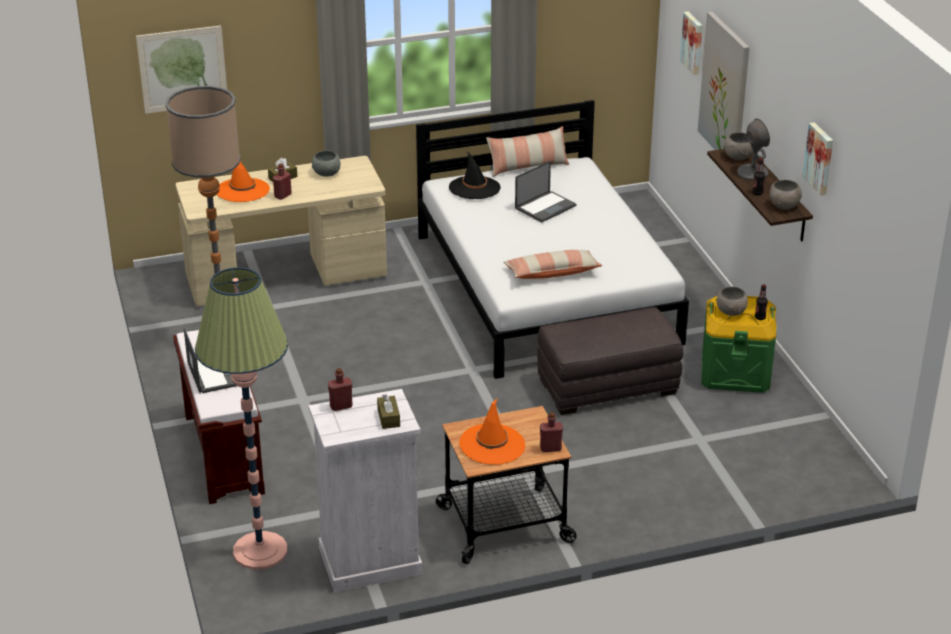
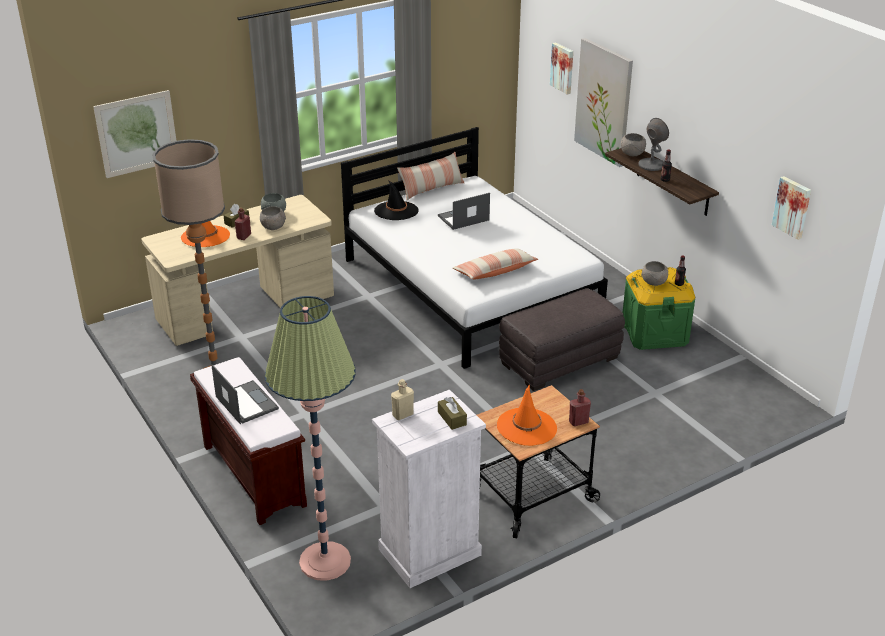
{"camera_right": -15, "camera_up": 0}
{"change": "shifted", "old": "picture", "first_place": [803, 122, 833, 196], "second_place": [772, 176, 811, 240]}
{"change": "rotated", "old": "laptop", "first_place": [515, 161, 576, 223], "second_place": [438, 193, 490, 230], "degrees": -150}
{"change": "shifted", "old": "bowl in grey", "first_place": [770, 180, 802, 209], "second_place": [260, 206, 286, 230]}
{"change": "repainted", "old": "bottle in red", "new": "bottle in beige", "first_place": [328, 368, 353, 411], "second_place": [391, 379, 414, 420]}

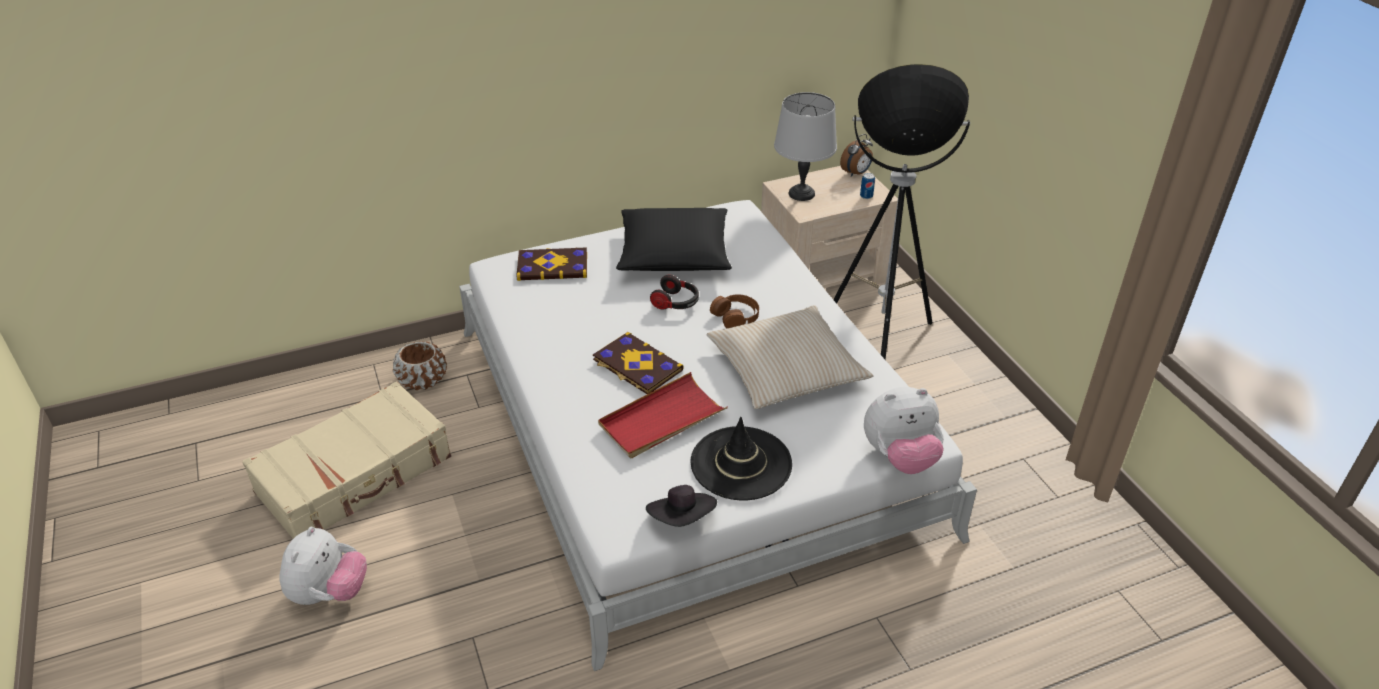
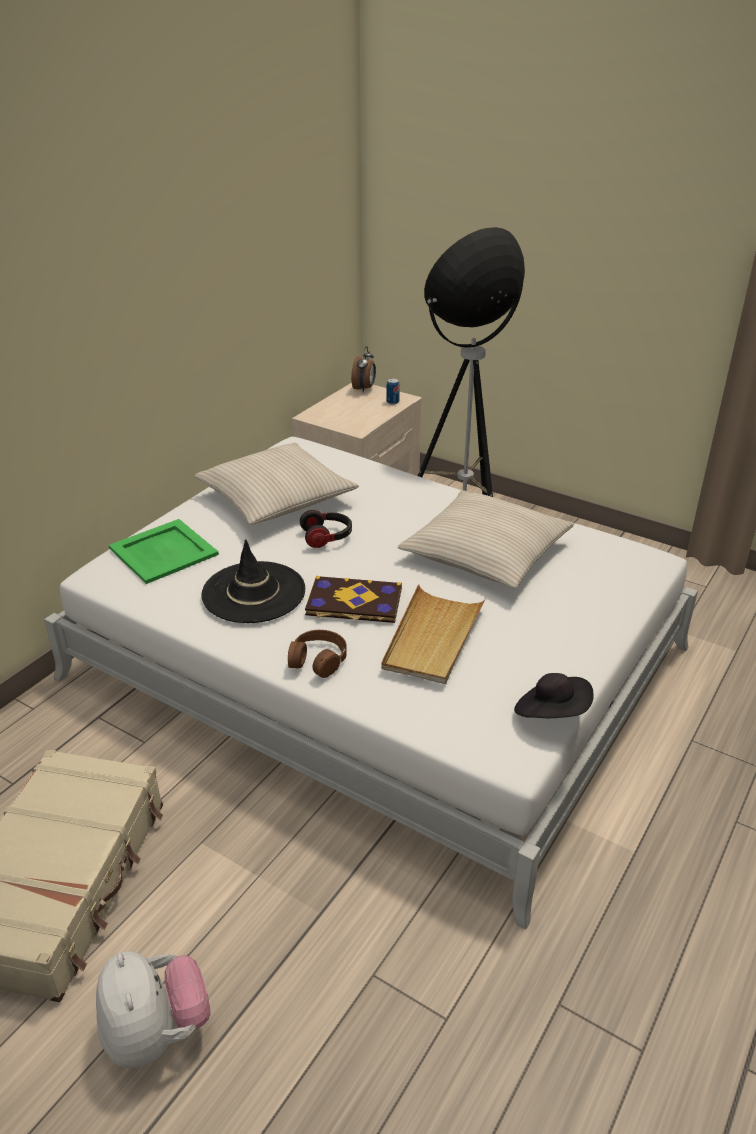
{"camera_right": -35, "camera_up": -5}
{"change": "gone", "old": "table lamp in grey", "first_place": [774, 92, 837, 201]}
{"change": "repainted", "old": "pillow in black", "new": "pillow in beige", "first_place": [616, 208, 732, 271], "second_place": [194, 443, 359, 525]}
{"change": "swapped", "old": "book", "new": "tray in green", "first_place": [516, 247, 587, 281], "second_place": [109, 519, 219, 584]}
{"change": "shifted", "old": "headphones in brown", "first_place": [710, 294, 759, 328], "second_place": [288, 630, 347, 678]}
{"change": "gone", "old": "planter in brown", "first_place": [393, 341, 447, 390]}
{"change": "repainted", "old": "tray in red", "new": "tray in beige", "first_place": [598, 372, 728, 458], "second_place": [381, 584, 486, 684]}
{"change": "gone", "old": "plush toy", "first_place": [864, 387, 944, 474]}
{"change": "shifted", "old": "hat in black", "first_place": [690, 417, 792, 500], "second_place": [201, 539, 305, 623]}

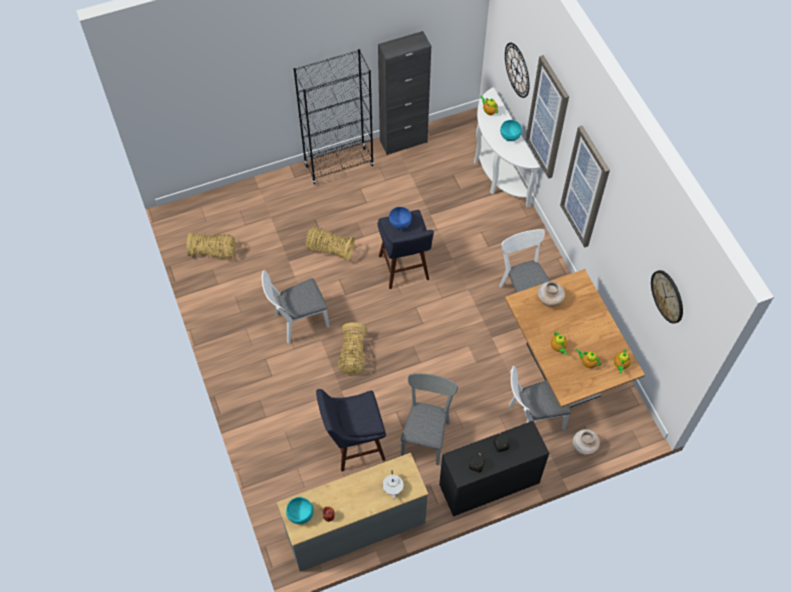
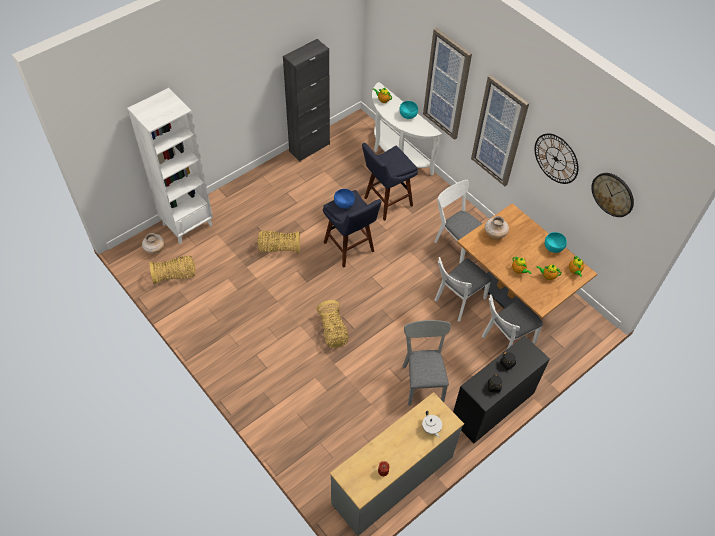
{"camera_right": -20, "camera_up": -5}
{"change": "shifted", "old": "wall clock", "first_place": [505, 42, 530, 98], "second_place": [535, 134, 579, 184]}
{"change": "gone", "old": "bookcase in black", "first_place": [293, 49, 374, 184]}
{"change": "shifted", "old": "chair in white", "first_place": [262, 270, 330, 344], "second_place": [435, 257, 492, 322]}
{"change": "shifted", "old": "stool in blue", "first_place": [316, 389, 386, 472], "second_place": [362, 143, 418, 221]}
{"change": "shifted", "old": "vase in beige", "first_place": [572, 429, 600, 455], "second_place": [142, 233, 165, 254]}
{"change": "shifted", "old": "bowl in turquoise", "first_place": [286, 496, 314, 524], "second_place": [545, 232, 567, 253]}
{"change": "new", "new": "bookcase in white", "second_place": [127, 88, 213, 244]}

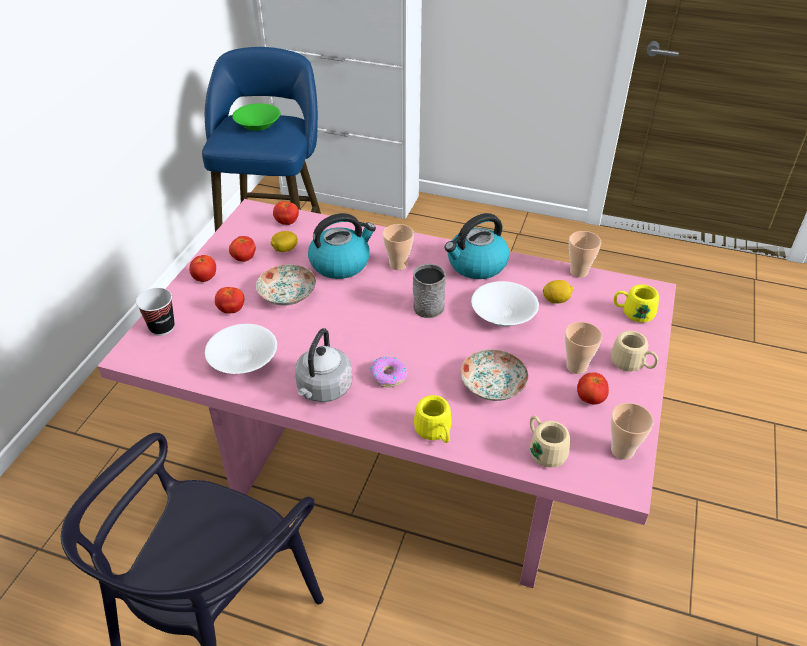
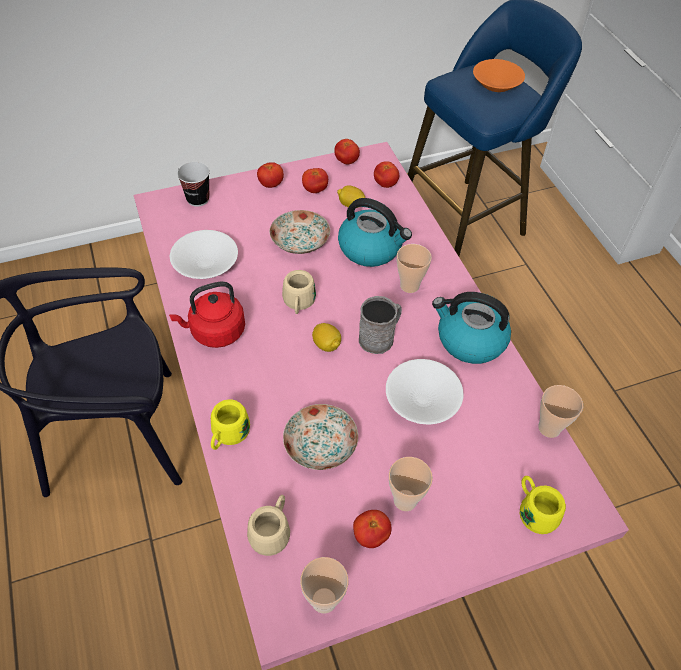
{"camera_right": 50, "camera_up": 10}
{"change": "repainted", "old": "bowl in green", "new": "bowl in orange", "first_place": [232, 103, 281, 131], "second_place": [473, 59, 525, 92]}
{"change": "shifted", "old": "lemon", "first_place": [543, 280, 574, 304], "second_place": [312, 323, 341, 352]}
{"change": "shifted", "old": "tomato", "first_place": [215, 287, 244, 314], "second_place": [334, 139, 360, 164]}
{"change": "repainted", "old": "kettle in grey", "new": "kettle in red", "first_place": [295, 328, 352, 402], "second_place": [169, 281, 245, 348]}
{"change": "shifted", "old": "mug in beige", "first_place": [611, 331, 658, 372], "second_place": [282, 270, 316, 314]}
{"change": "gone", "old": "donut", "first_place": [370, 356, 407, 387]}

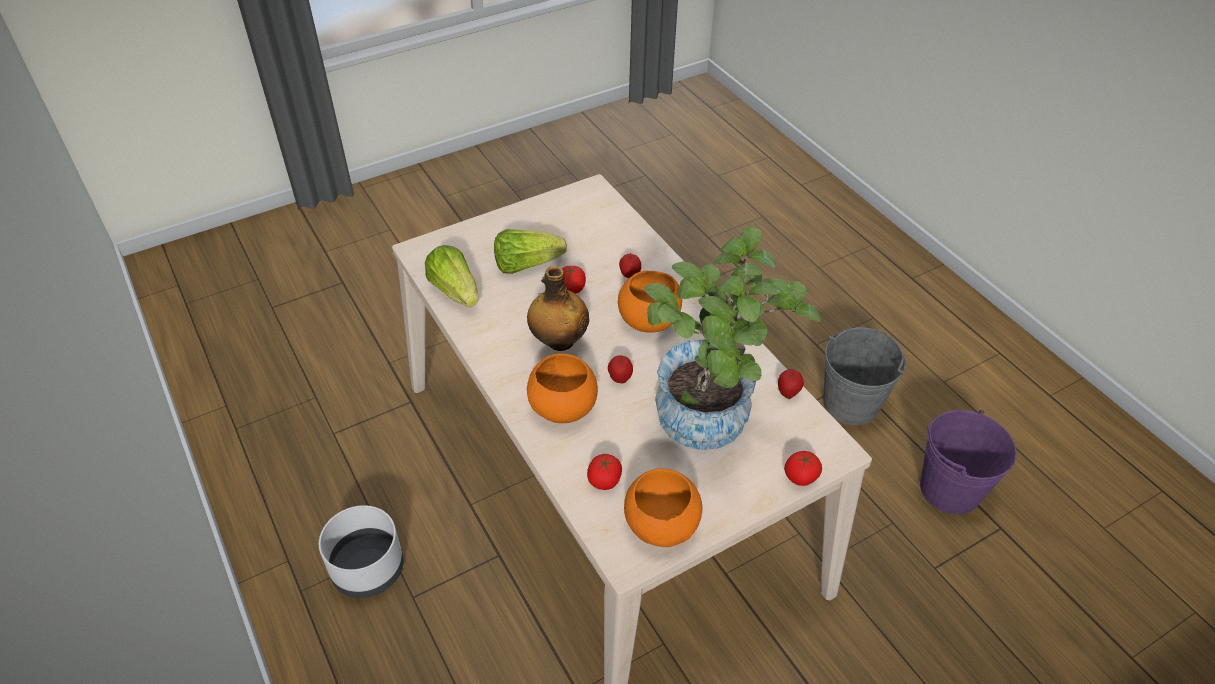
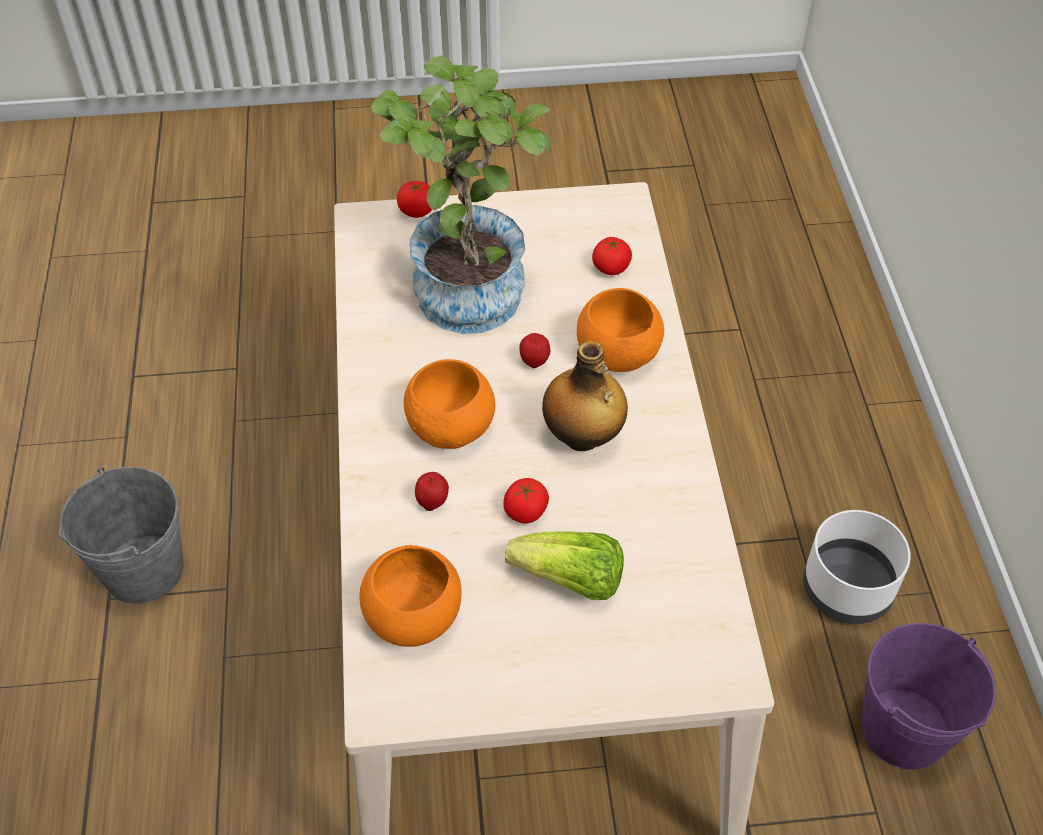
{"camera_right": -155, "camera_up": 5}
{"change": "gone", "old": "lettuce", "first_place": [425, 245, 479, 307]}
{"change": "gone", "old": "apple", "first_place": [778, 369, 804, 399]}
{"change": "shifted", "old": "bucket in purple", "first_place": [920, 410, 1017, 514], "second_place": [861, 623, 996, 769]}
{"change": "shifted", "old": "bowl in orange", "first_place": [624, 468, 702, 547], "second_place": [359, 545, 461, 647]}

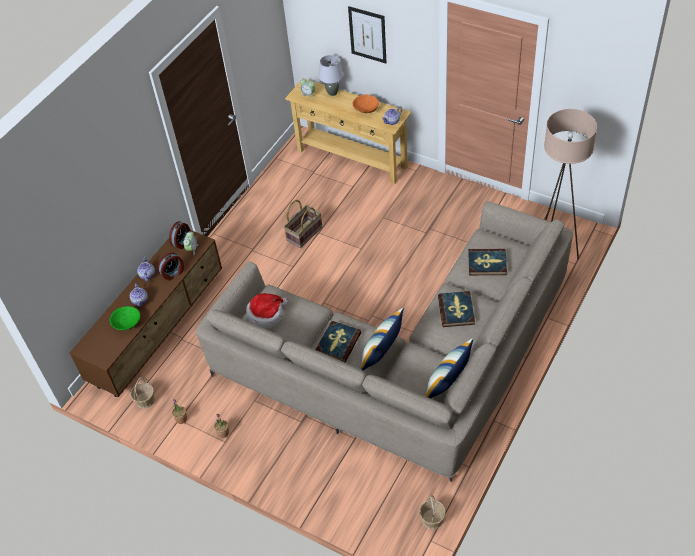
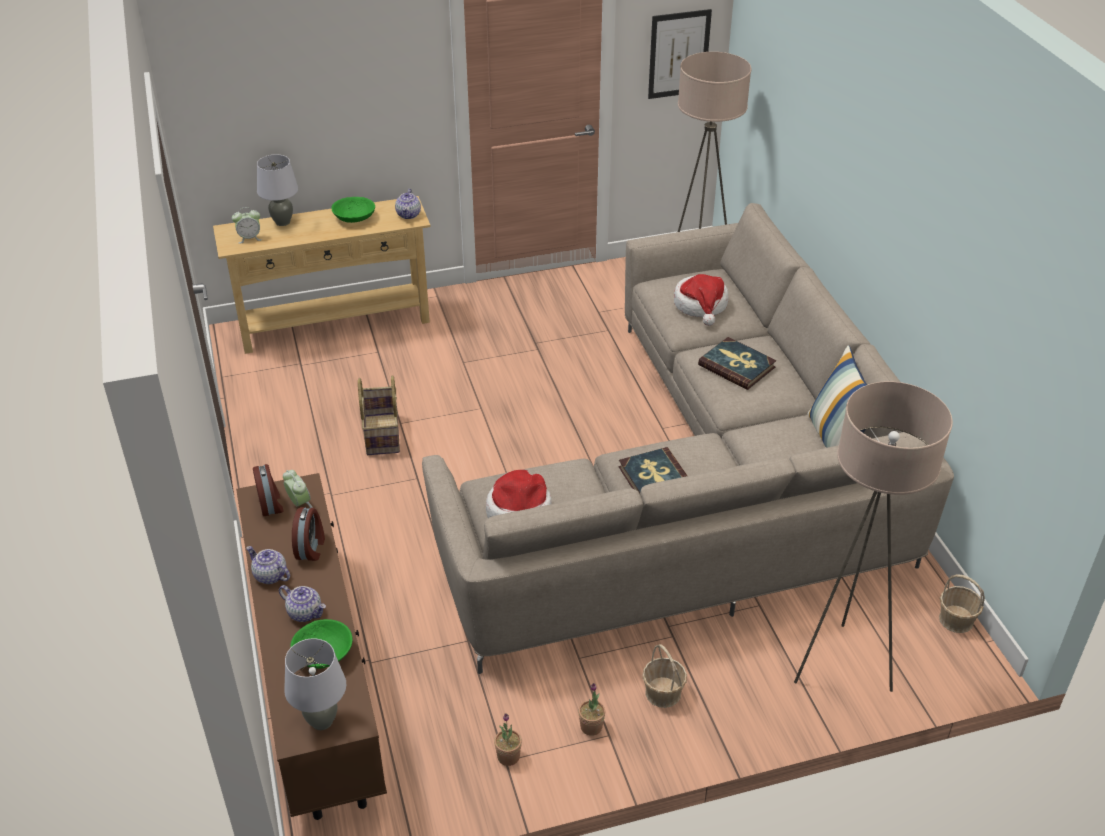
{"camera_right": -50, "camera_up": -10}
{"change": "shifted", "old": "picture", "first_place": [348, 6, 386, 63], "second_place": [648, 9, 712, 99]}
{"change": "repainted", "old": "bowl in orange", "new": "bowl in green", "first_place": [353, 95, 379, 113], "second_place": [331, 197, 375, 223]}
{"change": "swapped", "old": "book", "new": "hat", "first_place": [468, 249, 507, 275], "second_place": [674, 274, 728, 326]}
{"change": "gone", "old": "pillow", "first_place": [361, 308, 404, 371]}
{"change": "shifted", "old": "basket", "first_place": [130, 377, 155, 409], "second_place": [642, 644, 687, 708]}
{"change": "new", "new": "floor lamp in beige", "second_place": [794, 381, 953, 692]}
{"change": "new", "new": "table lamp in grey", "second_place": [284, 638, 346, 730]}

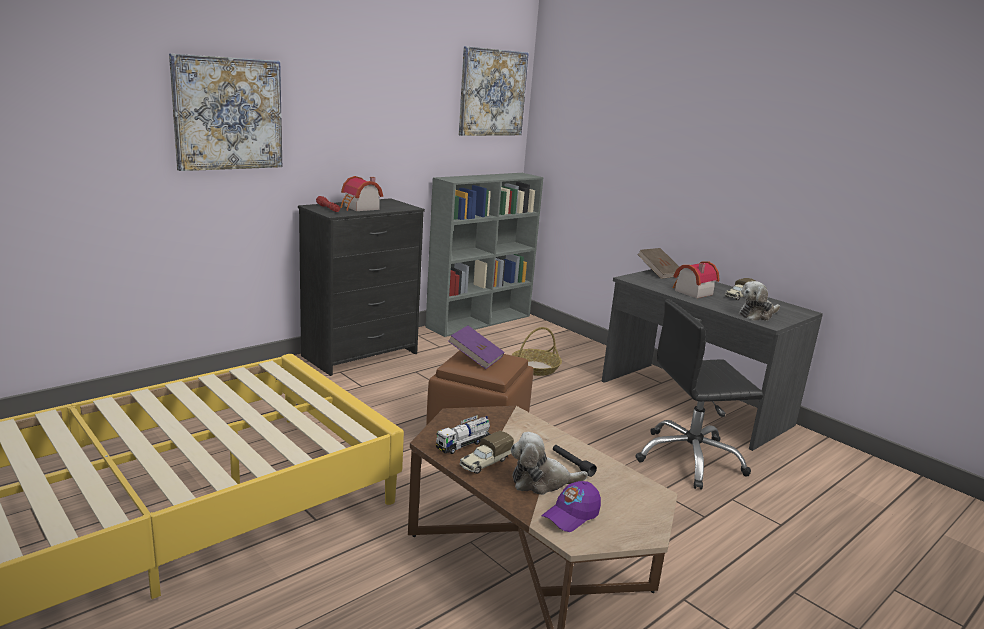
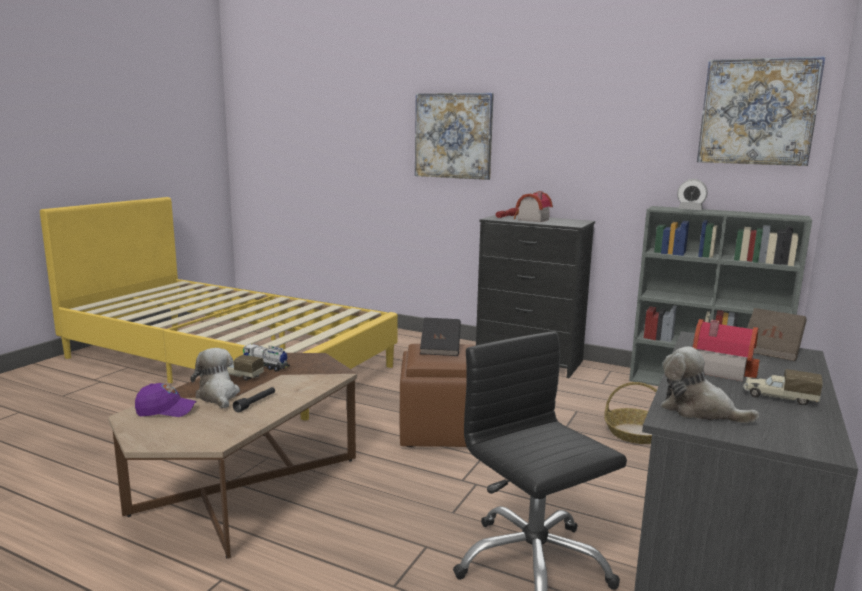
{"camera_right": 70, "camera_up": -5}
{"change": "repainted", "old": "book in purple", "new": "book in black", "first_place": [448, 326, 505, 369], "second_place": [420, 317, 461, 356]}
{"change": "rotated", "old": "cap in purple", "first_place": [541, 481, 601, 532], "second_place": [135, 383, 197, 417], "degrees": 150}
{"change": "new", "new": "alarm clock", "second_place": [677, 179, 708, 210]}

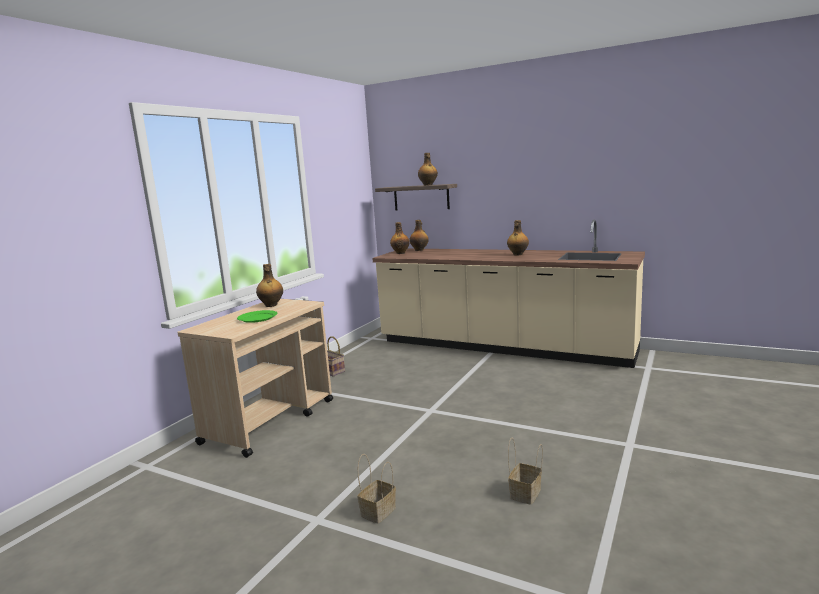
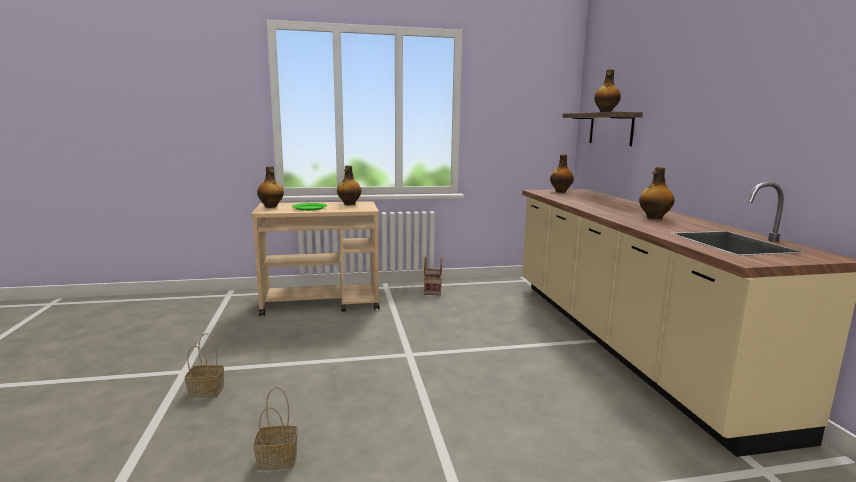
{"camera_right": 50, "camera_up": 0}
{"change": "shifted", "old": "bottle", "first_place": [409, 220, 429, 251], "second_place": [257, 166, 284, 208]}

